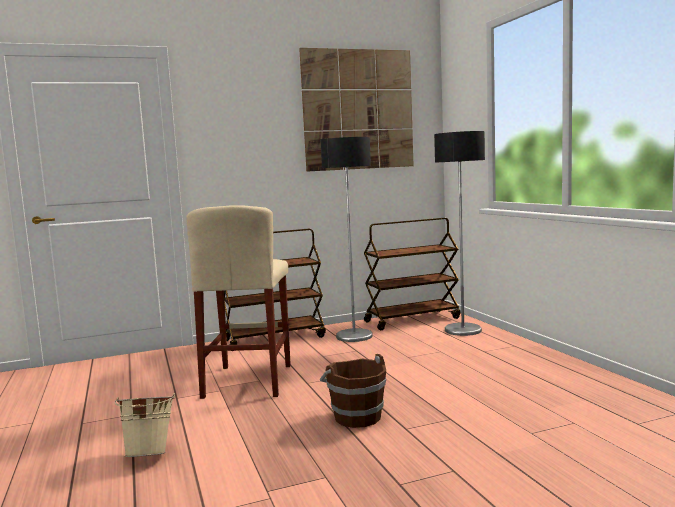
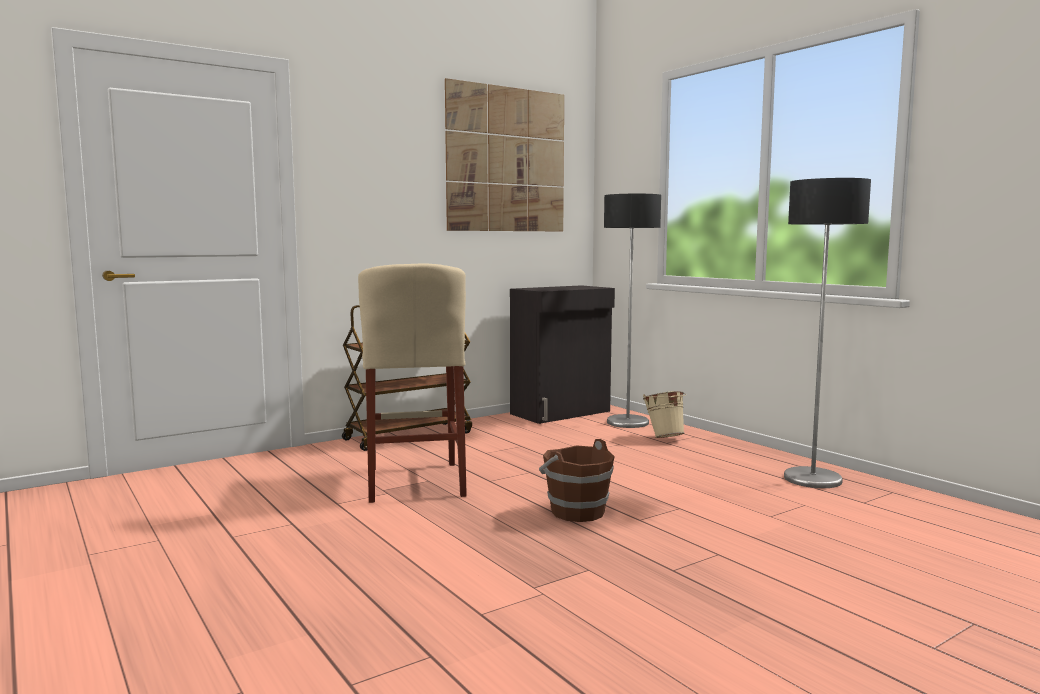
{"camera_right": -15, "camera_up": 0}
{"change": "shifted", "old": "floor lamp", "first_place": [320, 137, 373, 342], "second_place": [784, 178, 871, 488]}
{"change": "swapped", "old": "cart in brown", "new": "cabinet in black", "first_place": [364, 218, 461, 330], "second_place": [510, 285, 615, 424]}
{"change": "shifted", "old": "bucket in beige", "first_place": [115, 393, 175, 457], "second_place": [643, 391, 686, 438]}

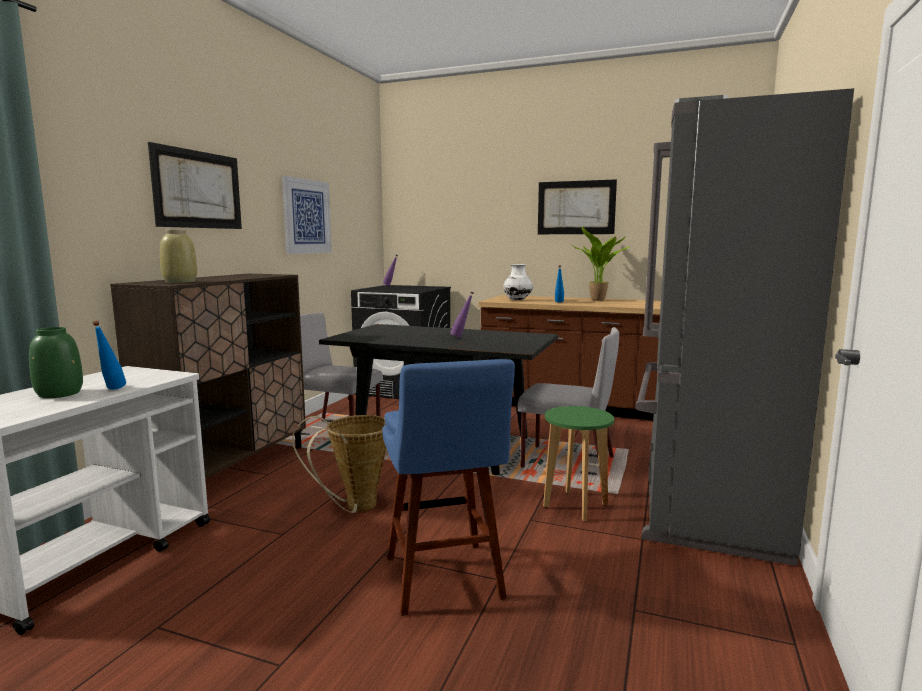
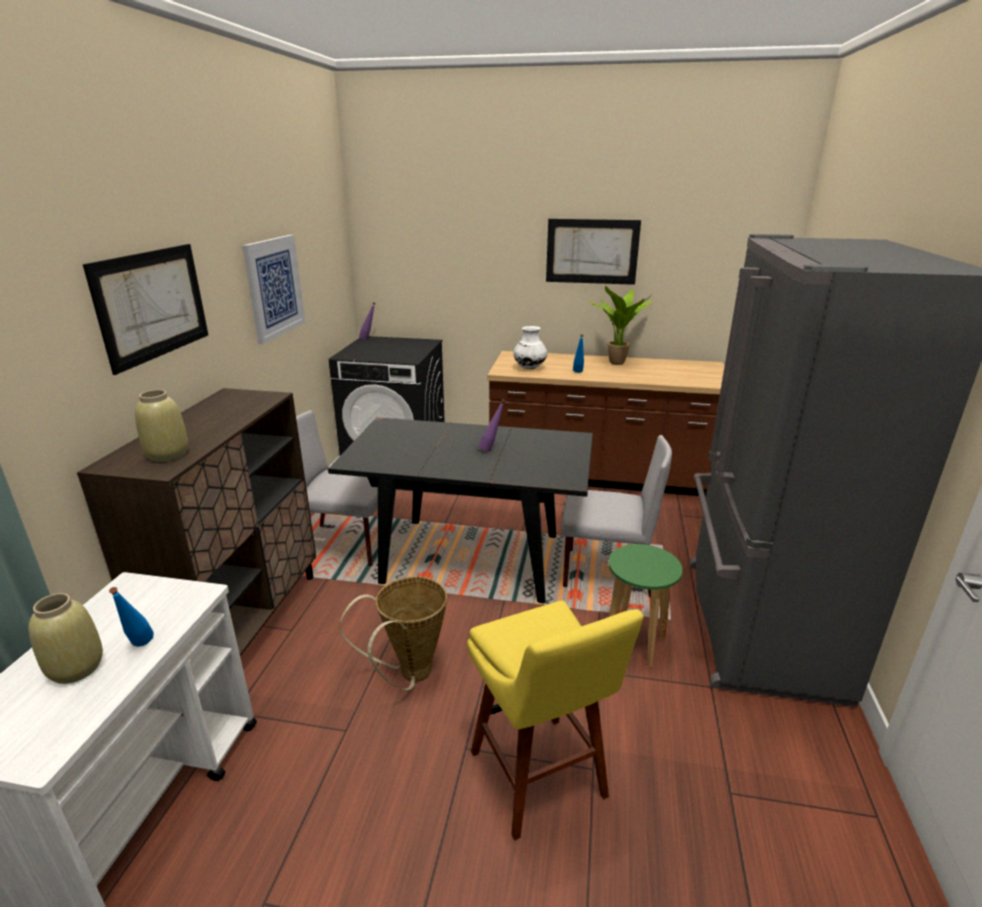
{"camera_right": -10, "camera_up": 15}
{"change": "repainted", "old": "vase in green", "new": "vase in beige", "first_place": [29, 327, 83, 398], "second_place": [29, 593, 103, 684]}
{"change": "repainted", "old": "stool in blue", "new": "stool in yellow", "first_place": [382, 359, 515, 616], "second_place": [467, 601, 644, 841]}

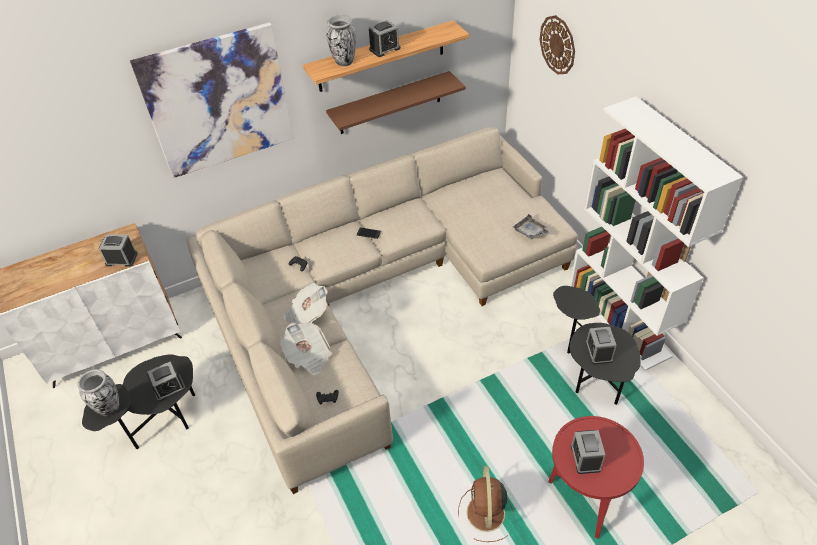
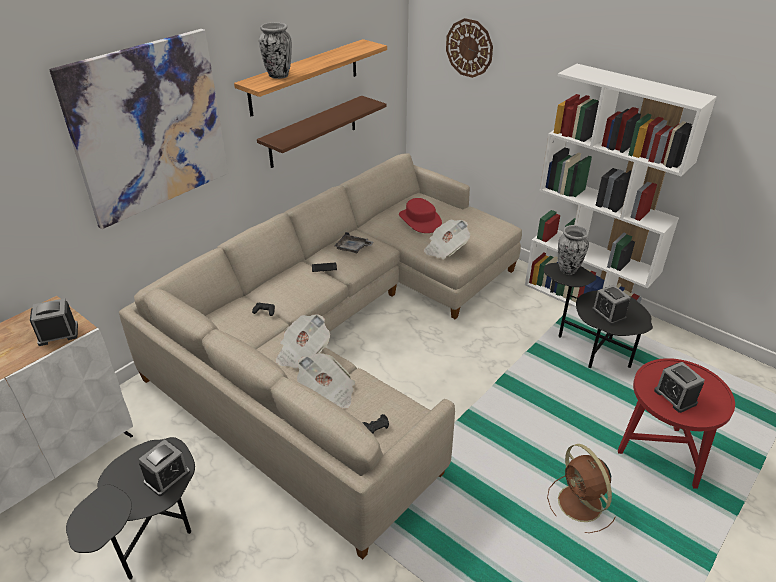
{"camera_right": -25, "camera_up": -10}
{"change": "gone", "old": "alarm clock", "first_place": [369, 20, 401, 57]}
{"change": "shifted", "old": "tray in grey", "first_place": [513, 214, 551, 239], "second_place": [334, 232, 374, 253]}
{"change": "shifted", "old": "vase", "first_place": [77, 369, 119, 416], "second_place": [558, 225, 589, 275]}
{"change": "new", "new": "hat in red", "second_place": [399, 198, 442, 233]}
{"change": "new", "new": "newspaper", "second_place": [423, 220, 470, 259]}

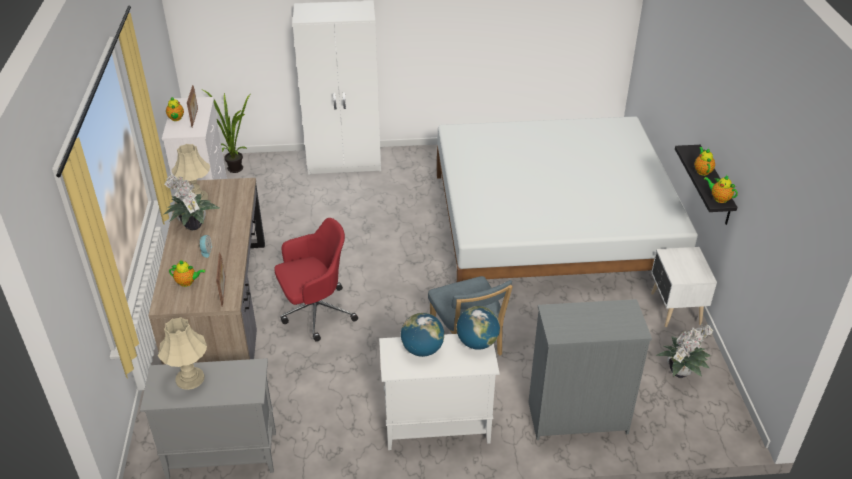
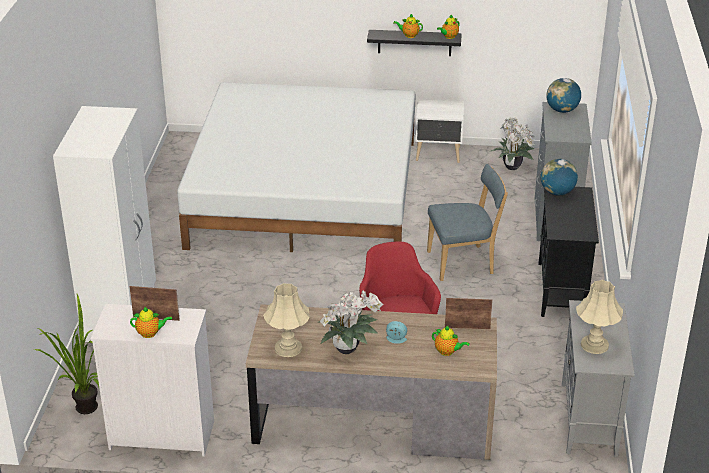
{"camera_right": -80, "camera_up": -5}
{"change": "rotated", "old": "teapot", "first_place": [169, 260, 205, 287], "second_place": [432, 326, 470, 356], "degrees": 105}
{"change": "shifted", "old": "globe", "first_place": [401, 313, 444, 357], "second_place": [546, 78, 581, 113]}
{"change": "repainted", "old": "cabinet in white", "new": "cabinet in black", "first_place": [379, 334, 500, 450], "second_place": [538, 187, 599, 317]}

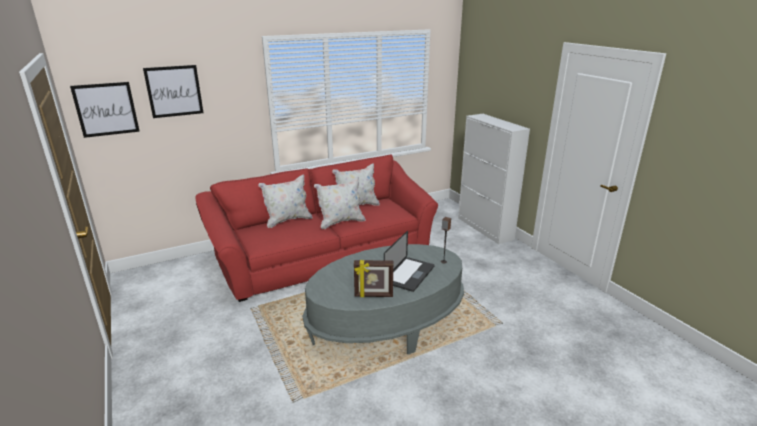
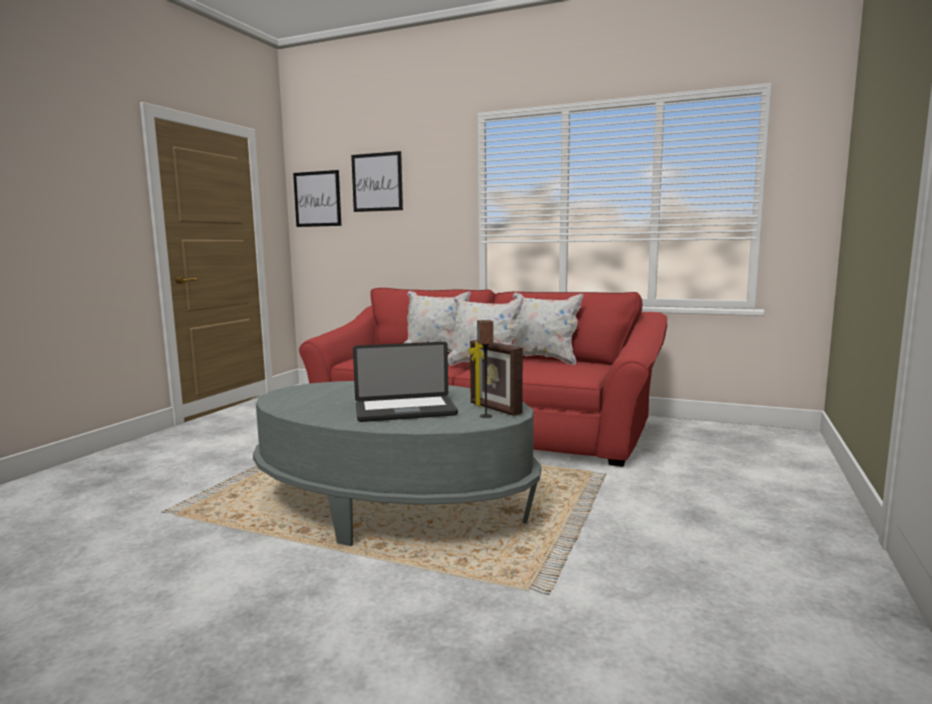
{"camera_right": 50, "camera_up": -15}
{"change": "gone", "old": "cabinet in white", "first_place": [458, 114, 530, 244]}
{"change": "shifted", "old": "picture frame", "first_place": [354, 260, 393, 297], "second_place": [469, 340, 523, 416]}

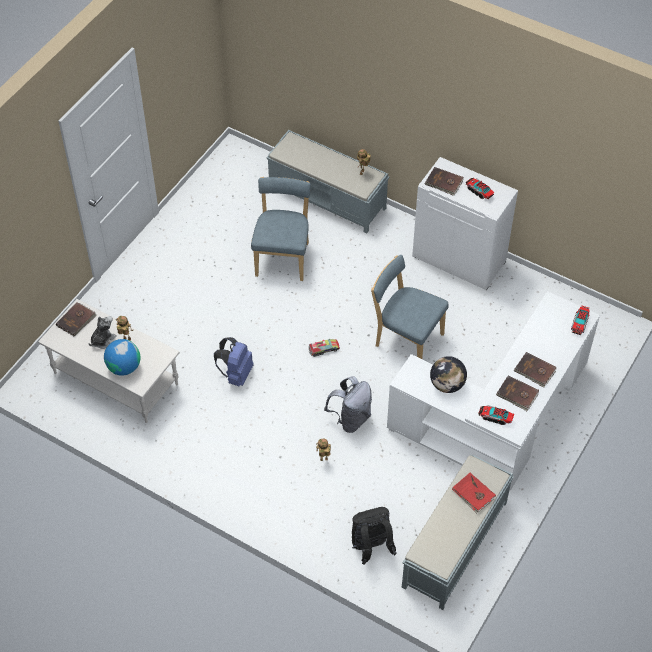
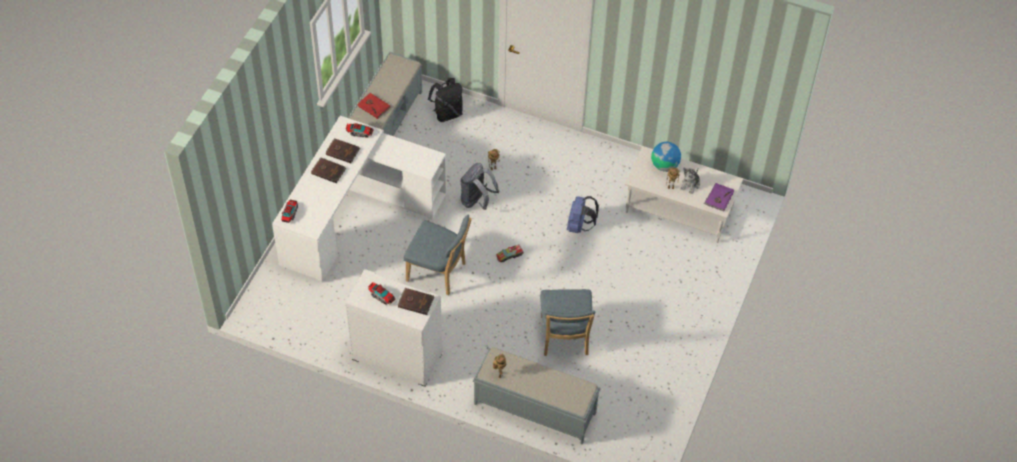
{"camera_right": 170, "camera_up": 0}
{"change": "repainted", "old": "book in brown", "new": "book in purple", "first_place": [56, 303, 97, 337], "second_place": [704, 183, 734, 212]}
{"change": "gone", "old": "globe", "first_place": [430, 356, 467, 393]}

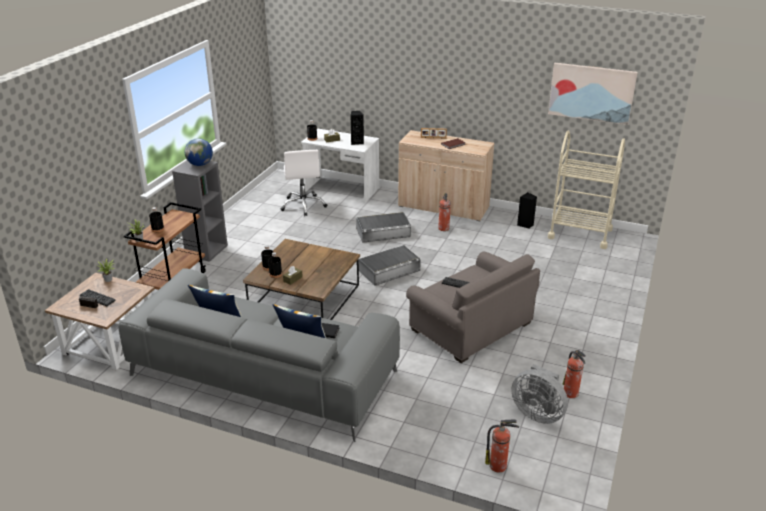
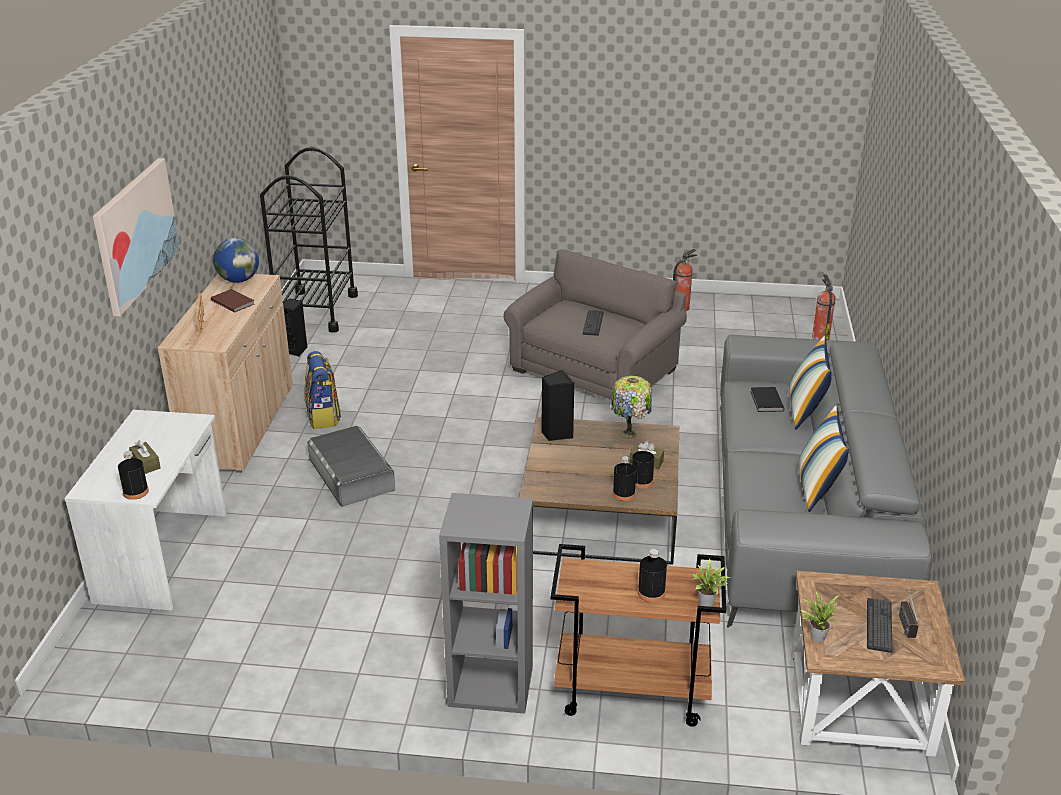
{"camera_right": -105, "camera_up": 0}
{"change": "shifted", "old": "picture", "first_place": [548, 63, 638, 125], "second_place": [93, 158, 180, 316]}
{"change": "shifted", "old": "speaker in black", "first_place": [350, 111, 364, 145], "second_place": [541, 370, 574, 441]}
{"change": "repainted", "old": "cart in beige", "new": "cart in black", "first_place": [548, 131, 625, 249], "second_place": [260, 147, 358, 333]}
{"change": "shifted", "old": "globe", "first_place": [185, 138, 213, 166], "second_place": [213, 238, 259, 283]}
{"change": "gone", "old": "office chair in white", "first_place": [281, 150, 327, 216]}
{"change": "swapped", "old": "fire extinguisher", "new": "backpack", "first_place": [438, 193, 451, 231], "second_place": [304, 351, 341, 429]}
{"change": "gone", "old": "storage box in grey", "first_place": [359, 245, 421, 286]}
{"change": "gone", "old": "fan in grey", "first_place": [511, 364, 568, 424]}
{"change": "new", "new": "table lamp", "second_place": [611, 376, 652, 439]}

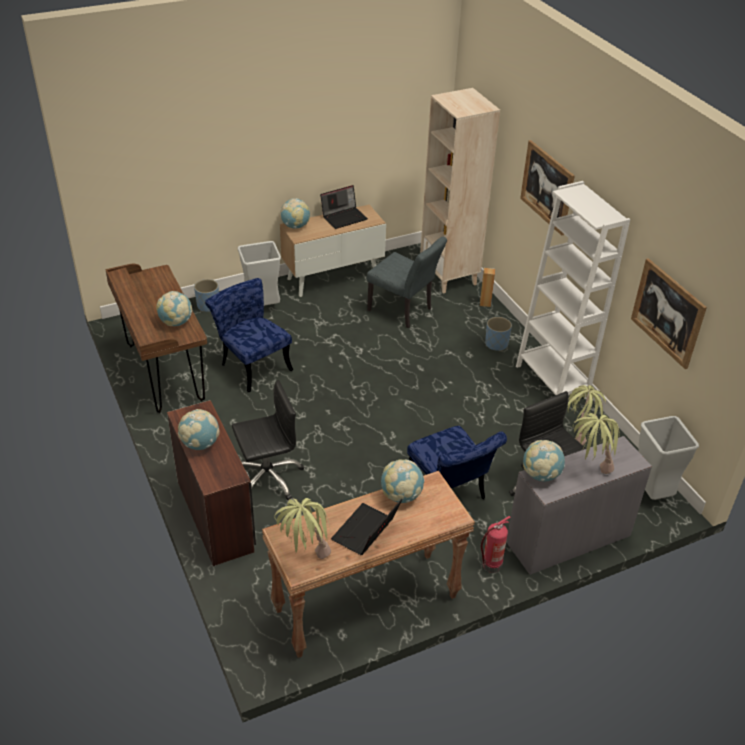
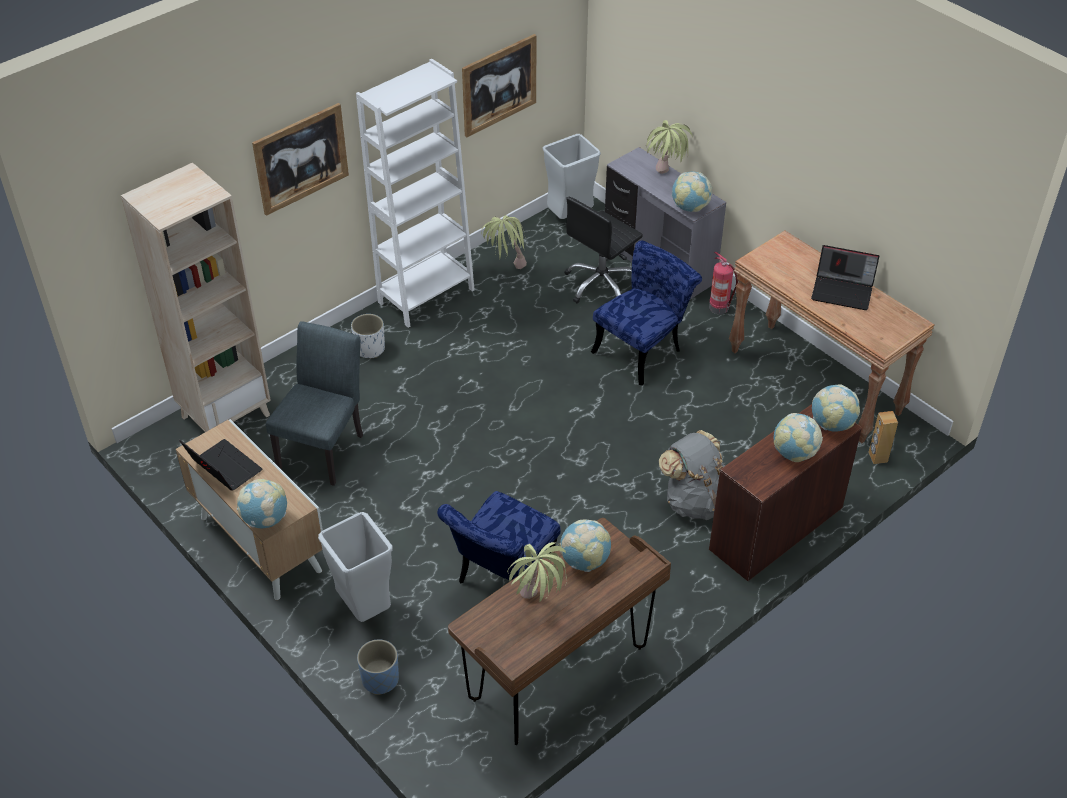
{"camera_right": -105, "camera_up": 5}
{"change": "shifted", "old": "speaker in brown", "first_place": [480, 268, 495, 307], "second_place": [868, 411, 898, 464]}
{"change": "repainted", "old": "planter in blue", "new": "planter in white", "first_place": [485, 317, 512, 351], "second_place": [351, 314, 385, 358]}
{"change": "swapped", "old": "office chair in black", "new": "backpack in grey", "first_place": [232, 380, 304, 500], "second_place": [659, 430, 725, 520]}
{"change": "shifted", "old": "globe", "first_place": [381, 460, 424, 503], "second_place": [812, 384, 860, 432]}
{"change": "shifted", "old": "potted plant", "first_place": [274, 498, 331, 559], "second_place": [507, 542, 567, 603]}

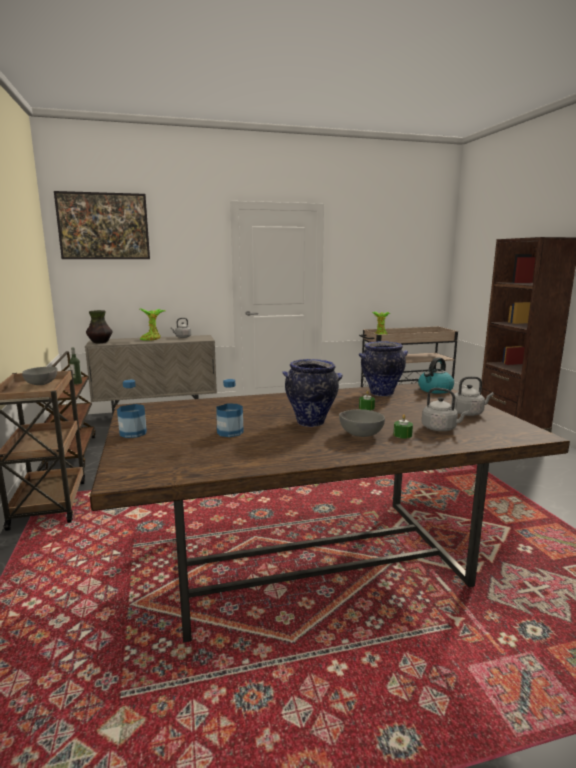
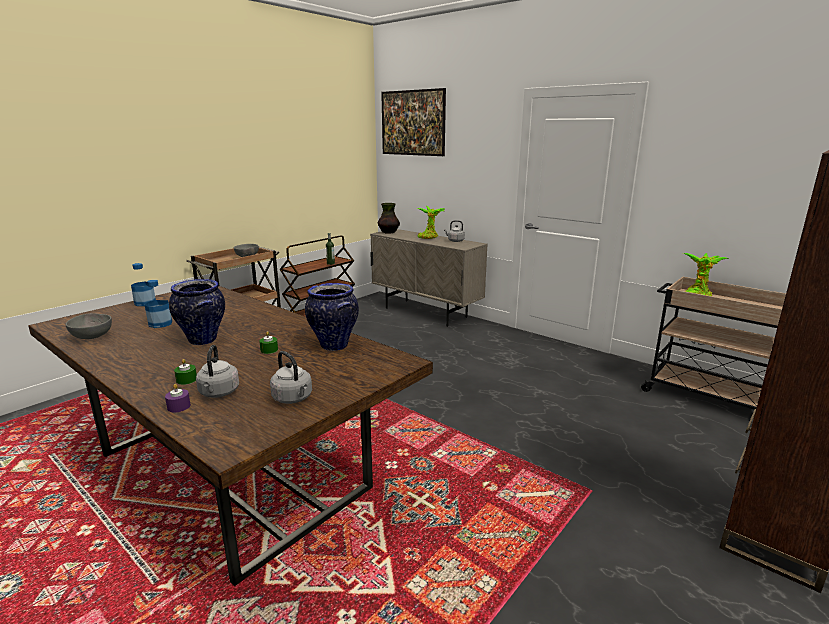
{"camera_right": 55, "camera_up": 5}
{"change": "gone", "old": "kettle", "first_place": [418, 357, 454, 394]}
{"change": "shifted", "old": "bowl in grey", "first_place": [339, 409, 385, 437], "second_place": [66, 313, 112, 339]}
{"change": "new", "new": "candle in purple", "second_place": [165, 384, 191, 412]}

